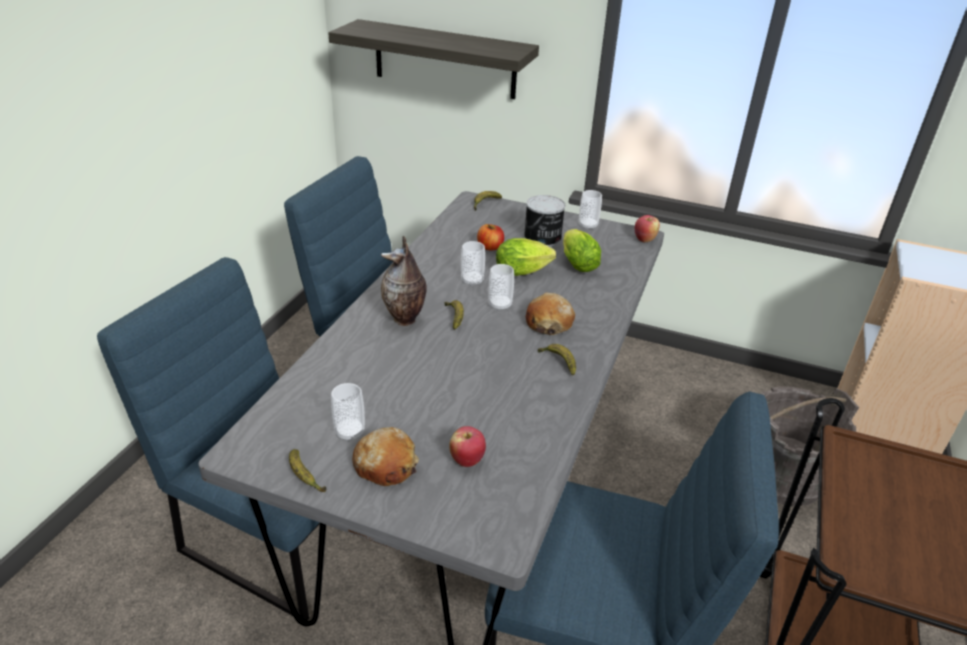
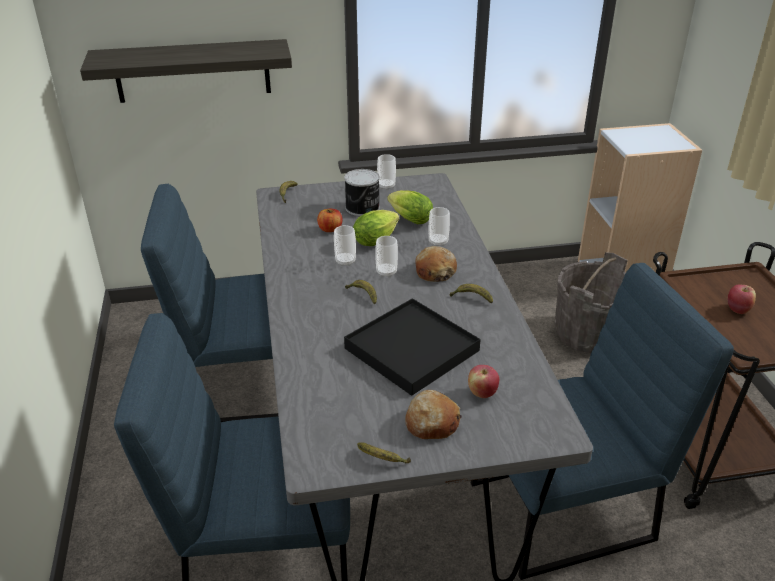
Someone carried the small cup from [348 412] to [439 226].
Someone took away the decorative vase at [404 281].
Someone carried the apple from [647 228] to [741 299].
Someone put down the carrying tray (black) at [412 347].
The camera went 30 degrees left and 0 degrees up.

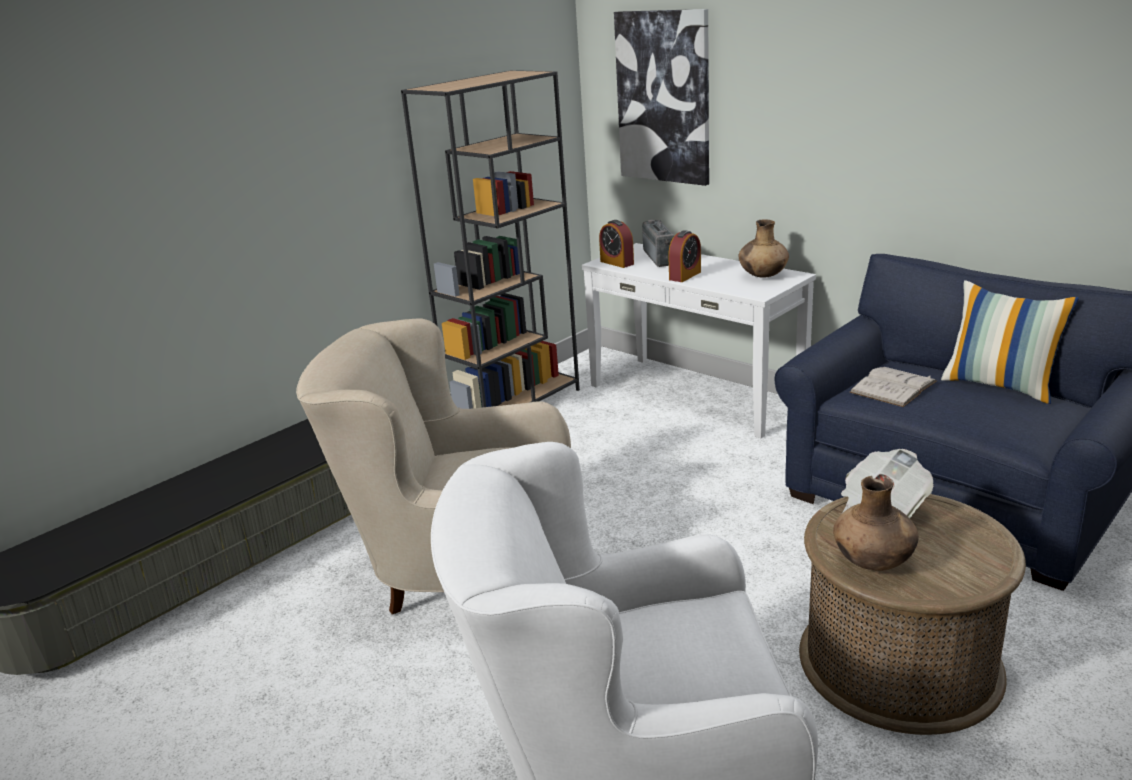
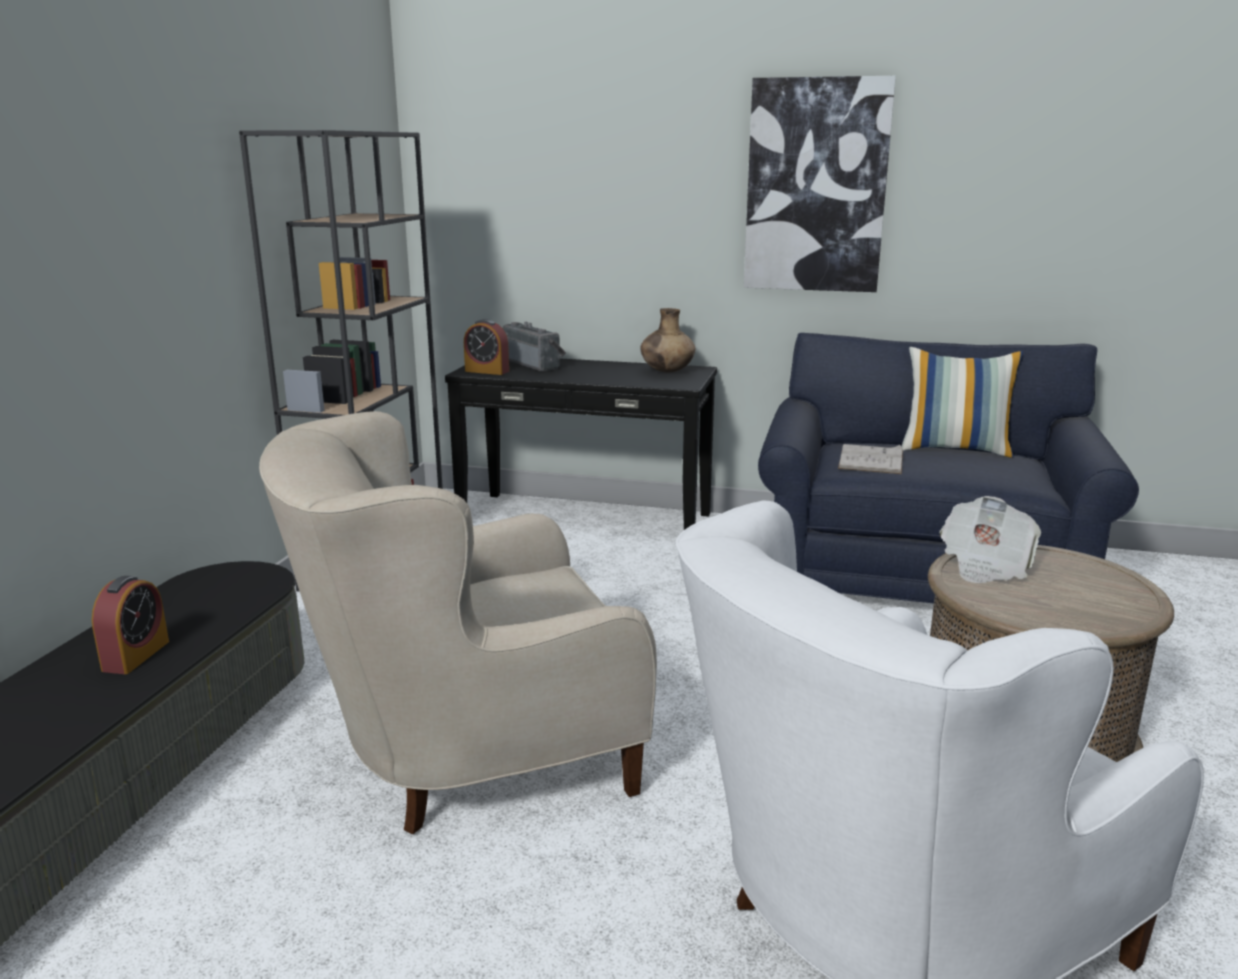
Someone repainted the console table (white-coloured) at [699 340], which became the console table (black) at [581 444].
Someone carried the wall picture from [661 97] to [820 184].
Someone carried the bedside clock from [684 256] to [130 625].
Someone took away the decorative vase (brown) at [876 523].
The camera went 30 degrees left and 5 degrees down.

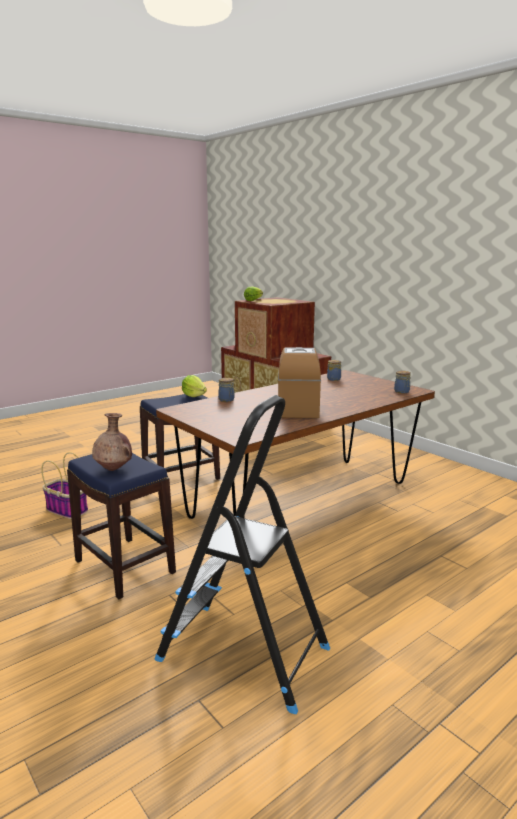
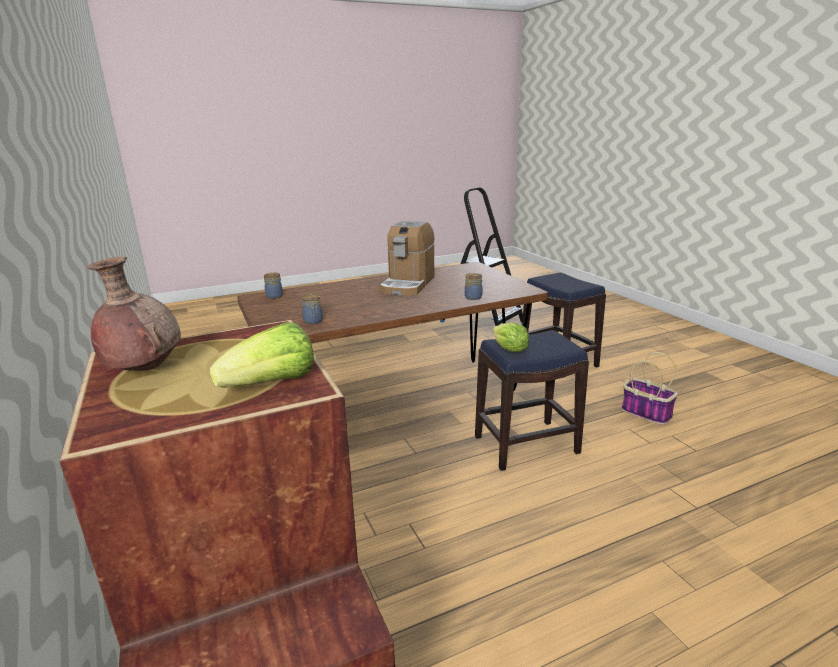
Someone carried the decorative vase (brown) from [112 442] to [134 313].
The camera went 165 degrees left and 5 degrees up.

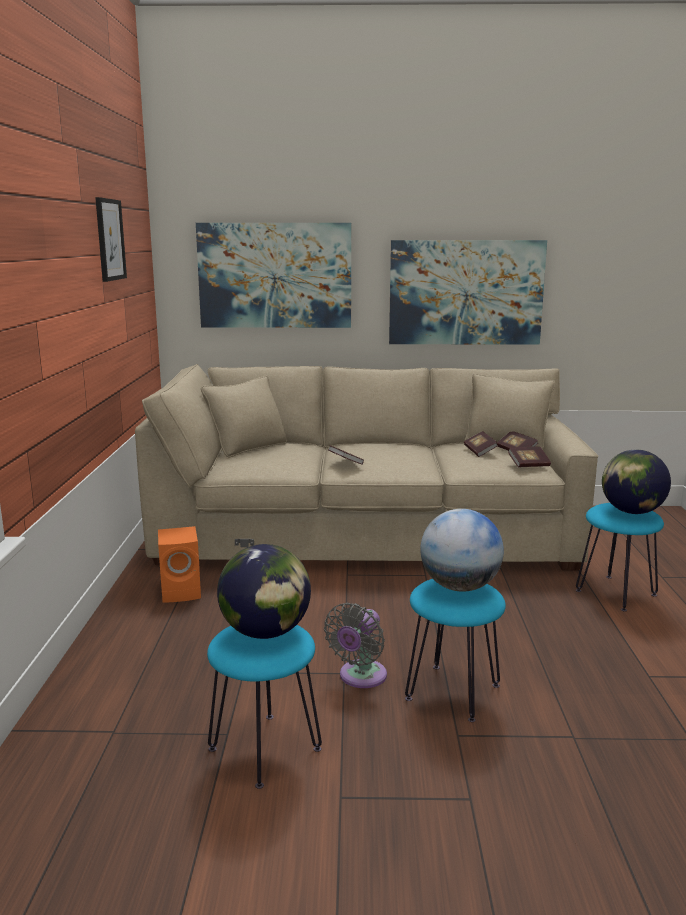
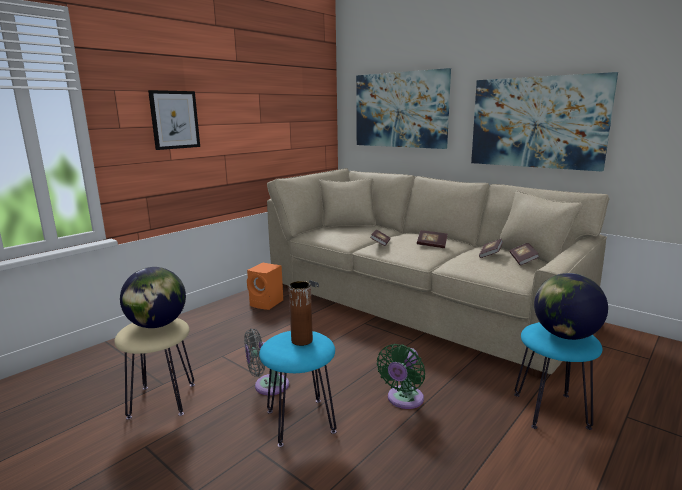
Someone carried the wall picture from [111 239] to [174 120].
Someone repainted the sitting stool (turquoise) at [264 707], which became the sitting stool (beige) at [154 369].
Someone swapped the globe at [462 550] for the decorative vase (brown) at [301 313].
Someone carried the bound book from [529 457] to [432 239].
Someone put down the fan (green-coloured) at [401 376].
The camera went 40 degrees right and 0 degrees up.

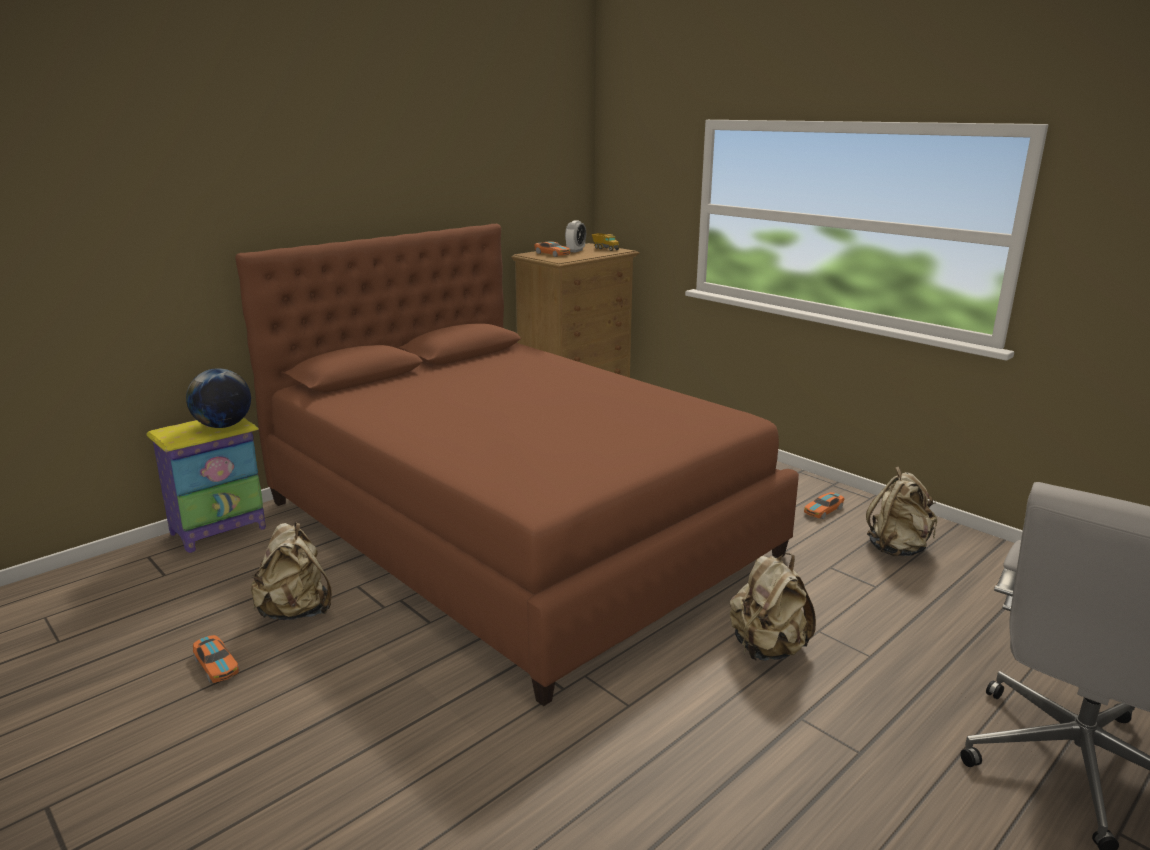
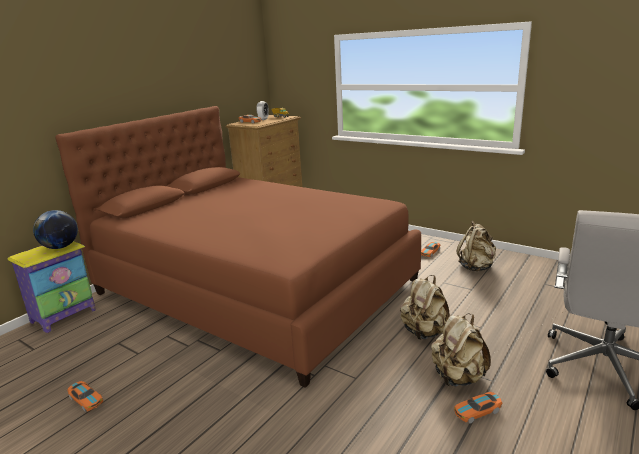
Someone carried the backpack (beige) from [291 571] to [461 350].
Someone put down the miniature car at [478 408].
The camera went 10 degrees left and 0 degrees up.

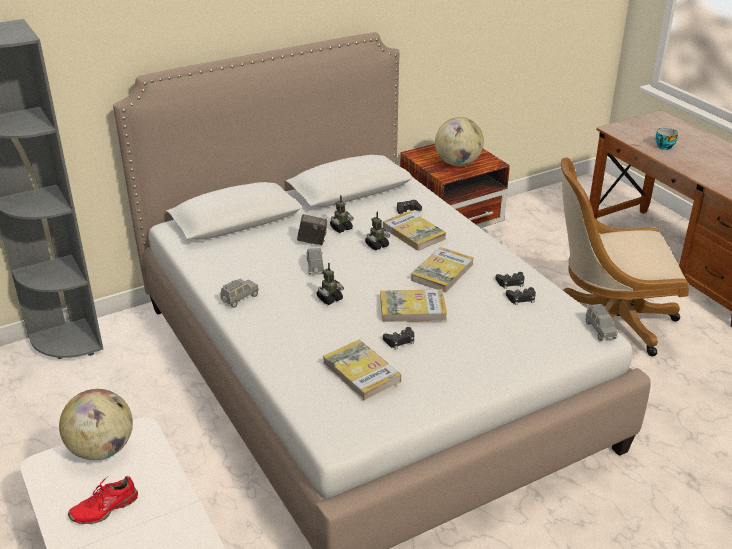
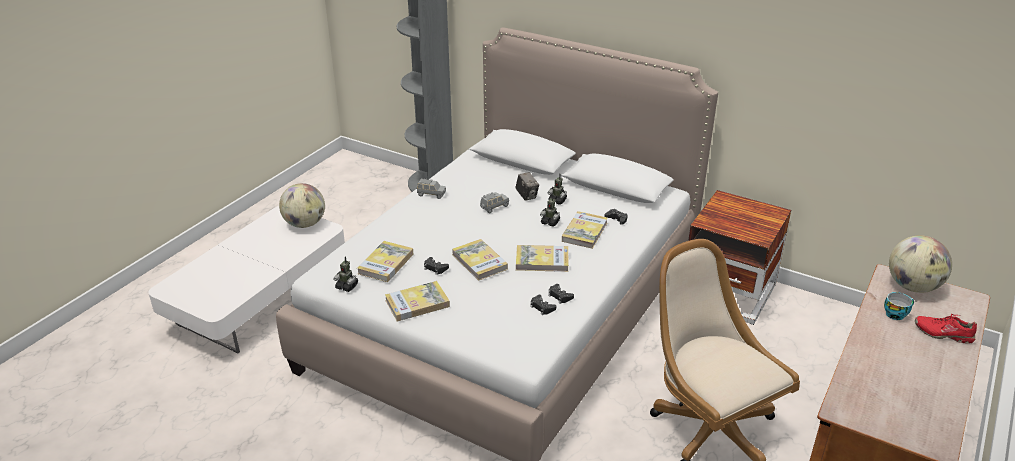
Someone carried the shoe (red-coloured) from [103 500] to [946 329].
Someone carried the model robot from [330 284] to [345 274].
Someone carried the globe from [459 141] to [920 264].
Someone took away the miniature car (gray) at [602 322].
Someone put down the bound book at [417 301].
The camera went 60 degrees right and 0 degrees up.

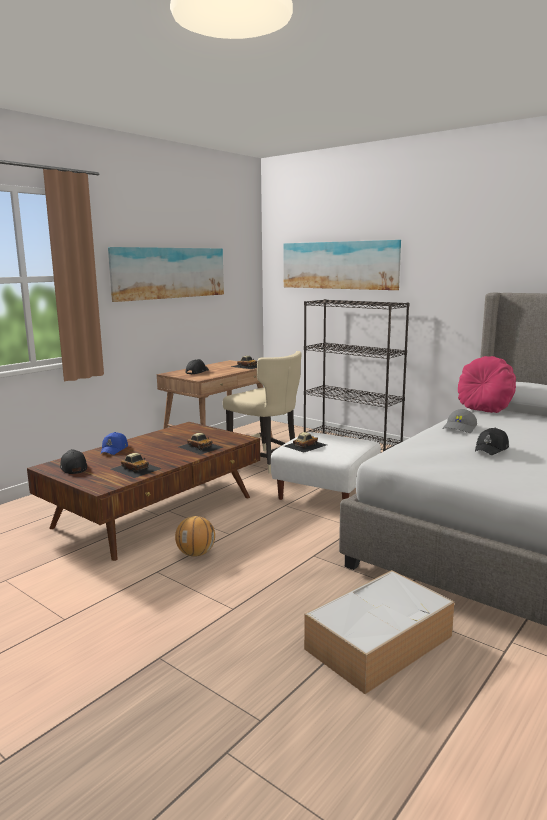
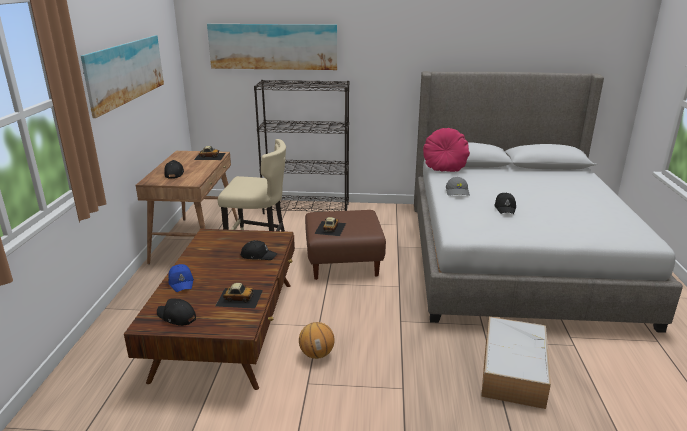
Someone swapped the miniature car at [200 444] for the baseball cap (black) at [258 250].
Someone repainted the footrest (white-coloured) at [326 466], which became the footrest (brown) at [345 245].
The camera went 35 degrees left and 10 degrees up.

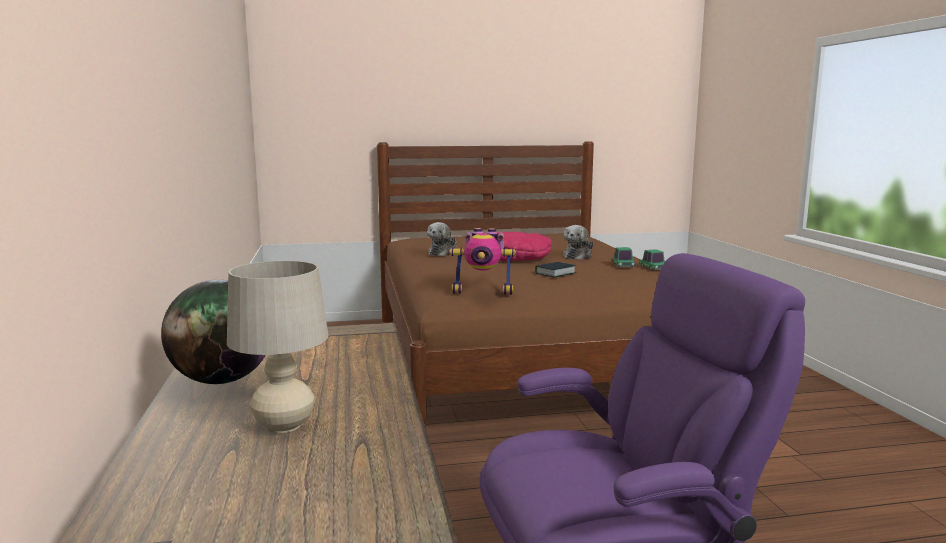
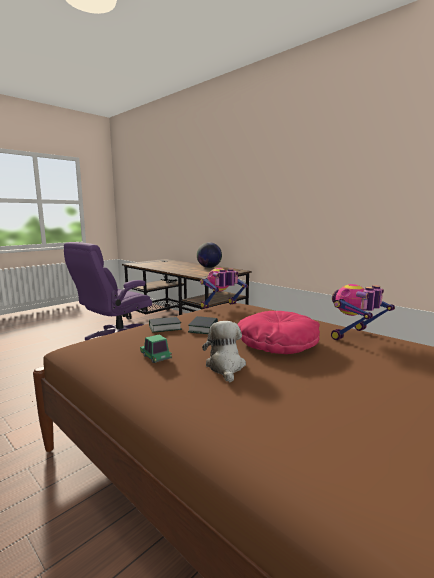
Someone took away the lamp for a table (beige) at [277 347].
Someone swapped the cuddly toy at [442 239] for the model robot at [363 312].
Someone took away the miniature car at [652 259].
Someone put down the bound book at [165 325].
The camera went 145 degrees right and 0 degrees up.

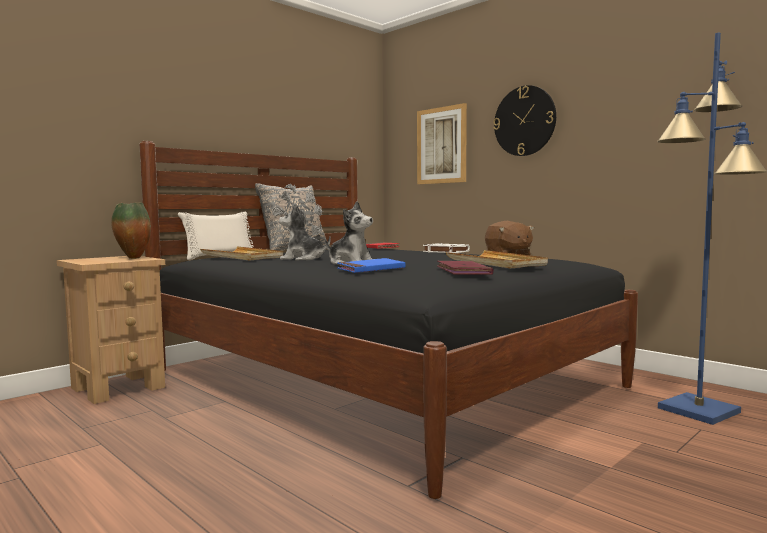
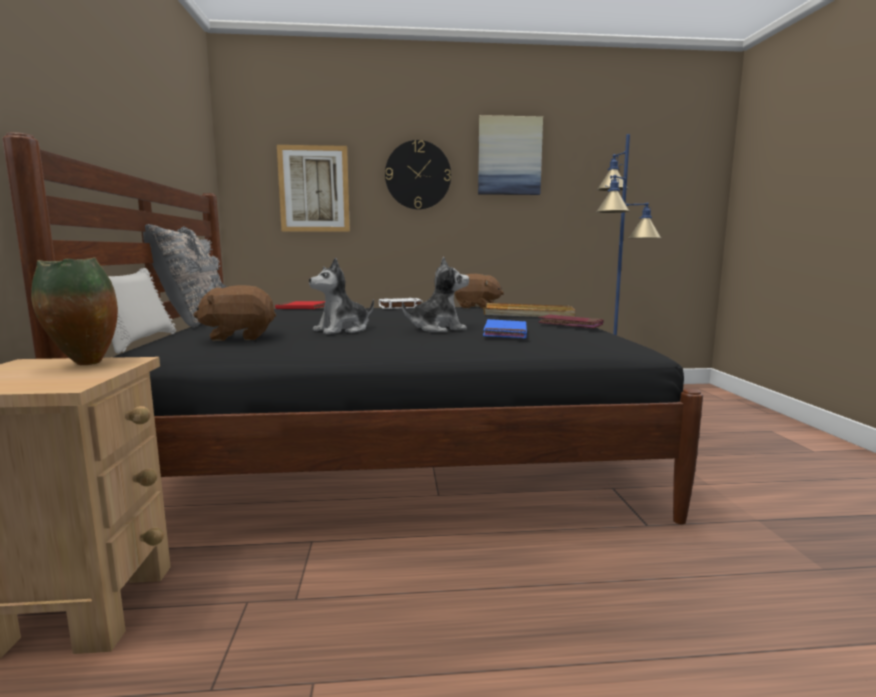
Someone swapped the carrying tray (beige) at [241 254] for the cuddly toy (brown) at [235 313].
Someone put up the wall picture at [510 155].
The camera went 50 degrees left and 5 degrees up.

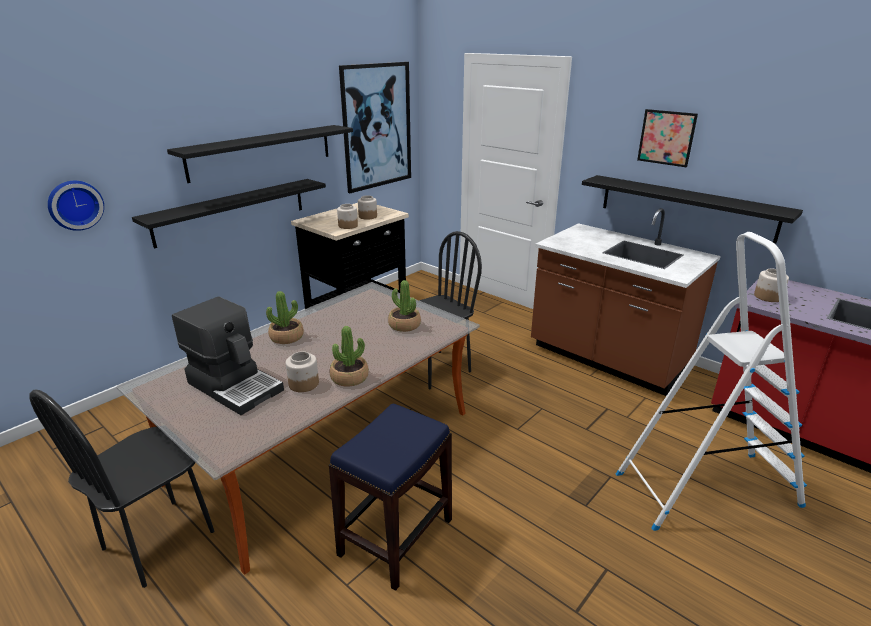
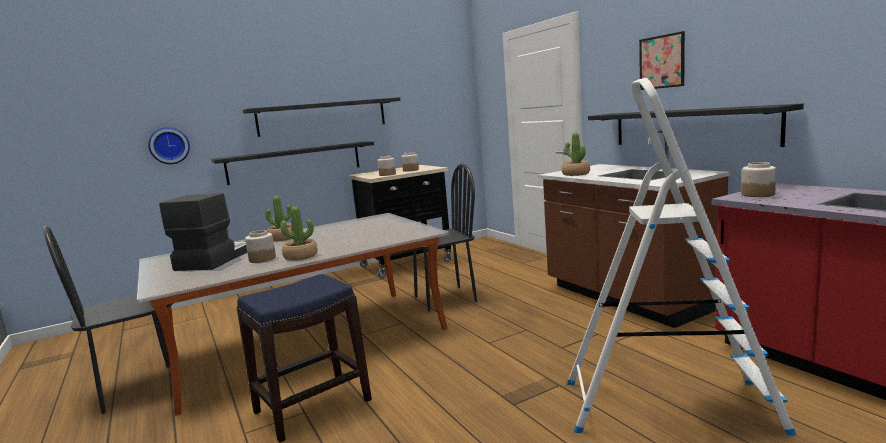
Someone rotated the coffee brewer at [228 356] by 135 degrees counterclockwise.
Someone took away the wall picture at [375 127].
Someone carried the houseplant from [404 306] to [576 154].
The camera went 20 degrees right and 15 degrees down.

